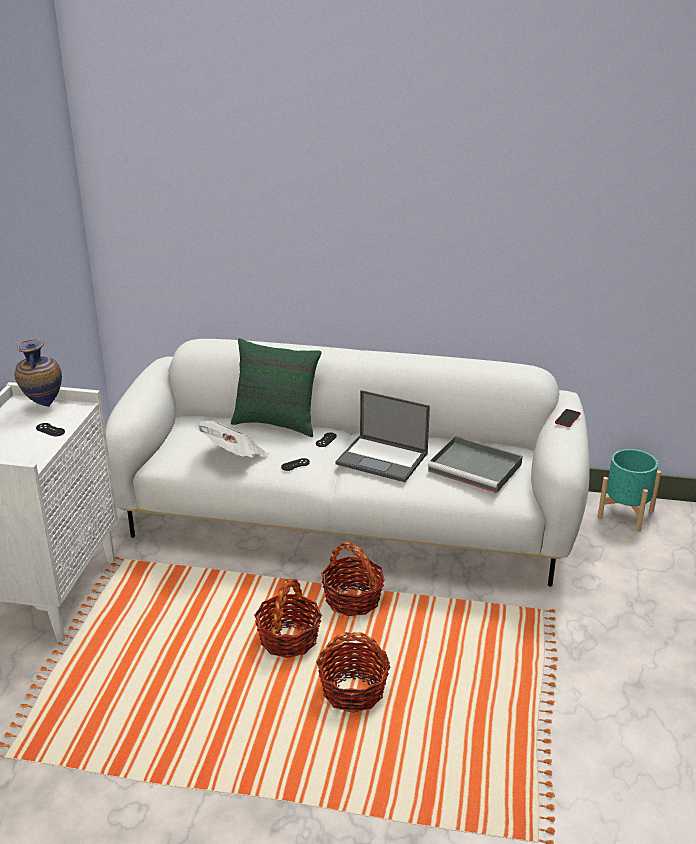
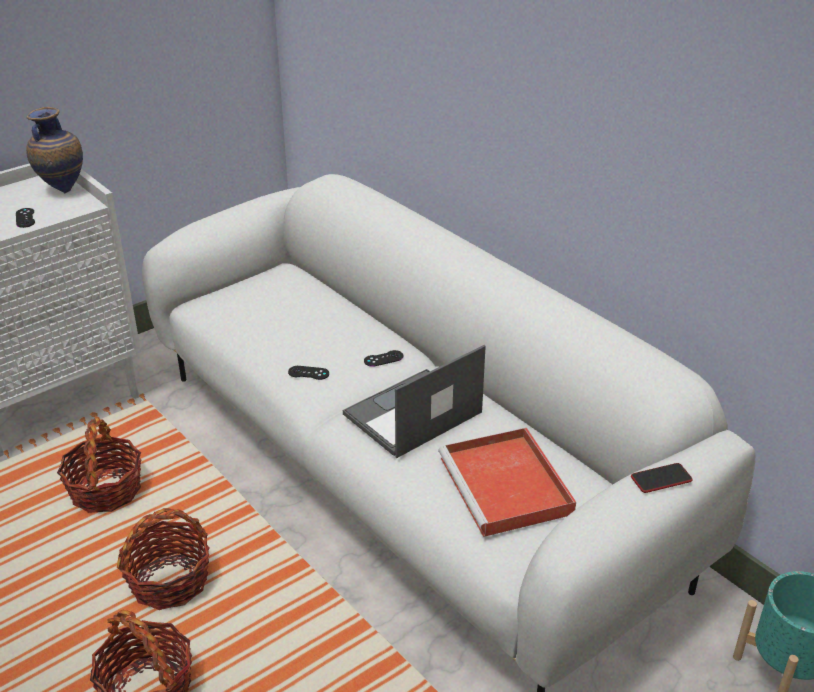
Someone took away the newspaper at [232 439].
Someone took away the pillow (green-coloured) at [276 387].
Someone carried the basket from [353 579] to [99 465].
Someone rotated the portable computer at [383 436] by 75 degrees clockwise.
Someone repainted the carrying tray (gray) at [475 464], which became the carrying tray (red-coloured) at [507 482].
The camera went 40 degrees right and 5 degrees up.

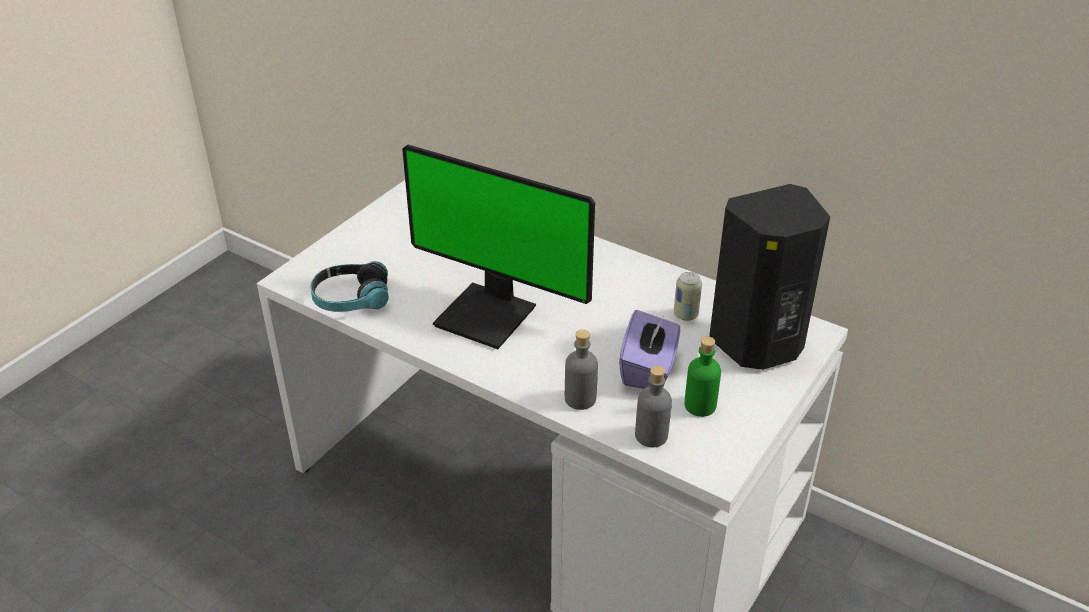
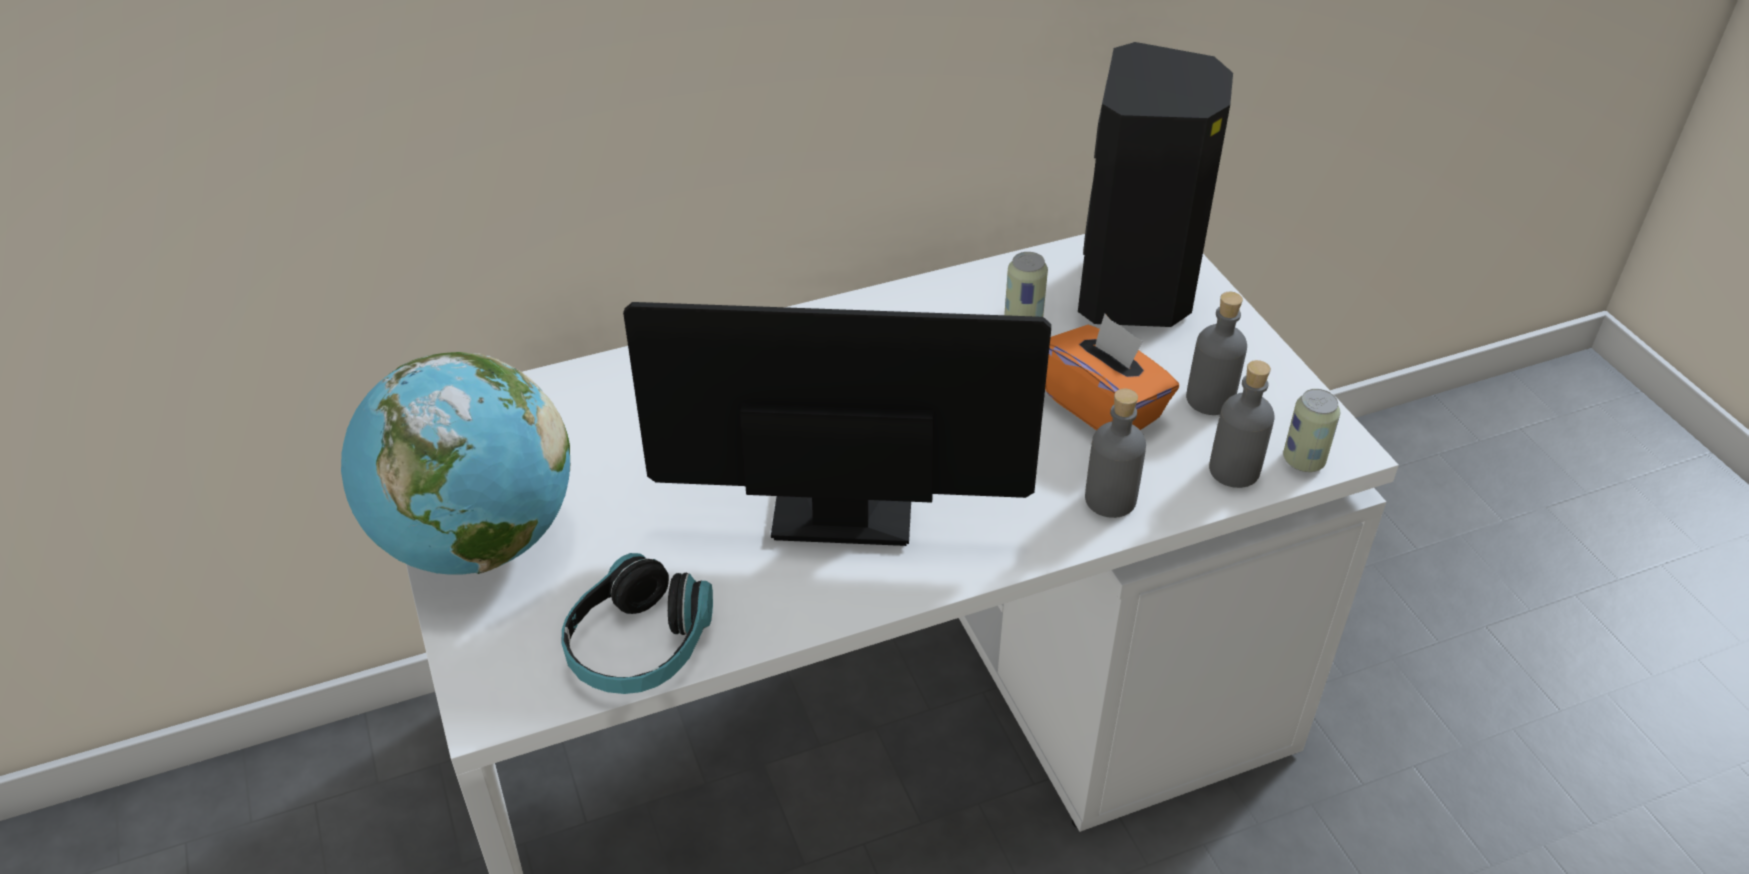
Someone rotated the computer screen at [498 247] by 150 degrees counterclockwise.
Someone repainted the box of tissues (purple-coloured) at [649 349], which became the box of tissues (orangey) at [1112 372].
Someone repainted the drink bottle (green-coloured) at [702 376], which became the drink bottle (gray) at [1216 353].
Someone put down the globe at [455 463].
Someone put down the metal can at [1311 430].
The camera went 55 degrees left and 5 degrees up.

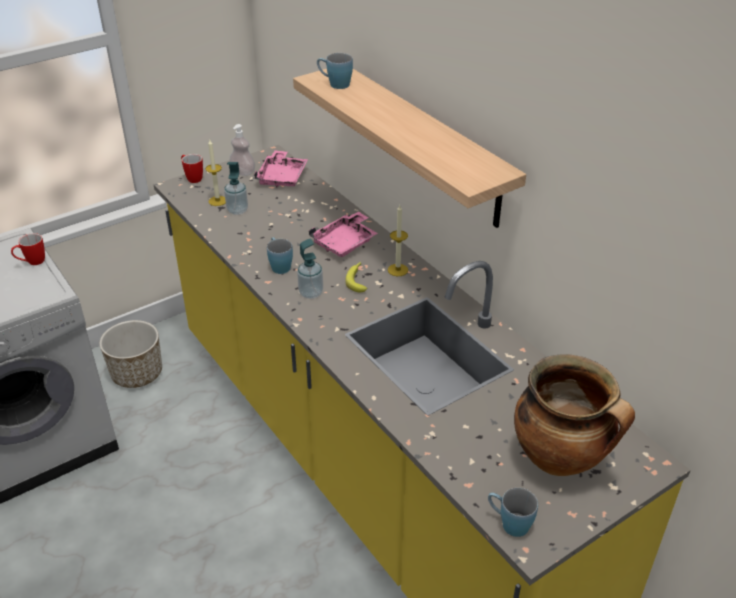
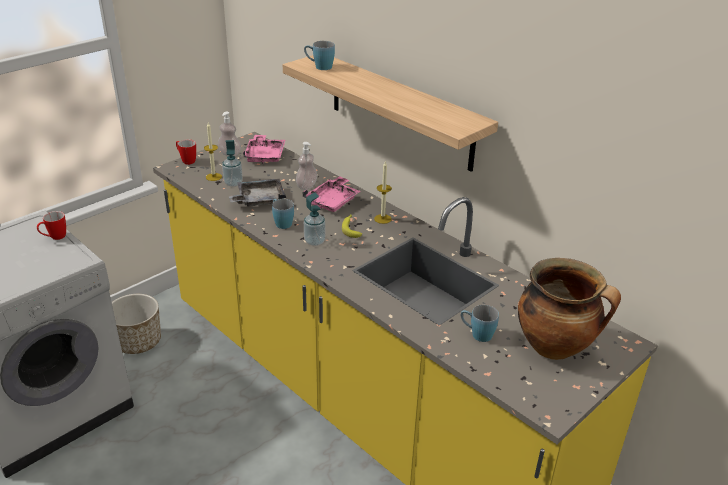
Someone carried the mug (bluish) from [513 512] to [480 323].
Someone put down the carrying tray (gray) at [257 193].
Someone put down the liquid soap bottle at [306 166].
The camera went 10 degrees left and 5 degrees down.

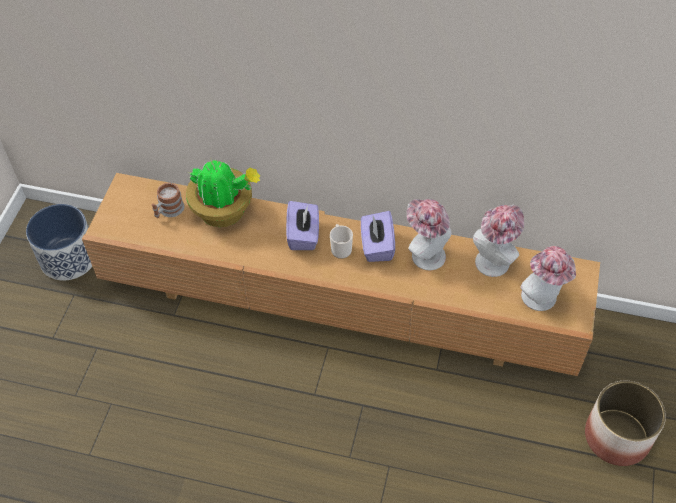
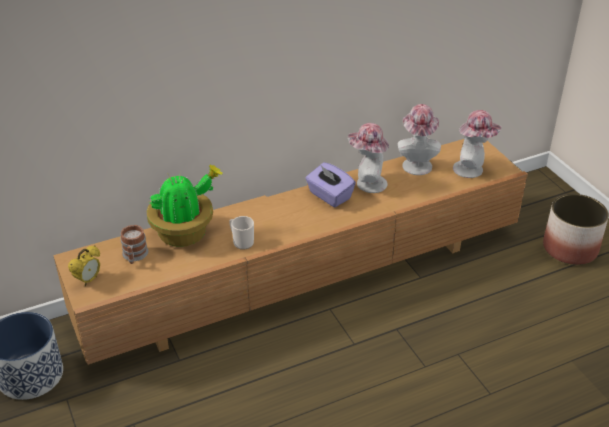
Someone took away the box of tissues (purple-coloured) at [302 225].
Someone carried the mug from [341 241] to [241 233].
Someone put down the bedside clock at [84 265].
The camera went 40 degrees left and 15 degrees down.

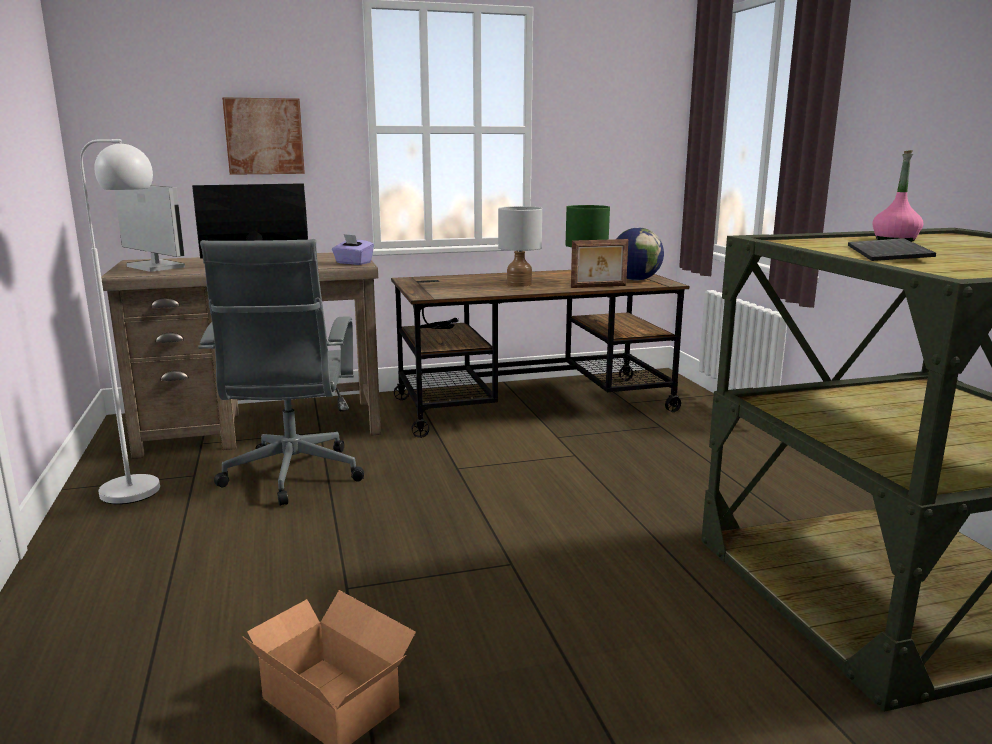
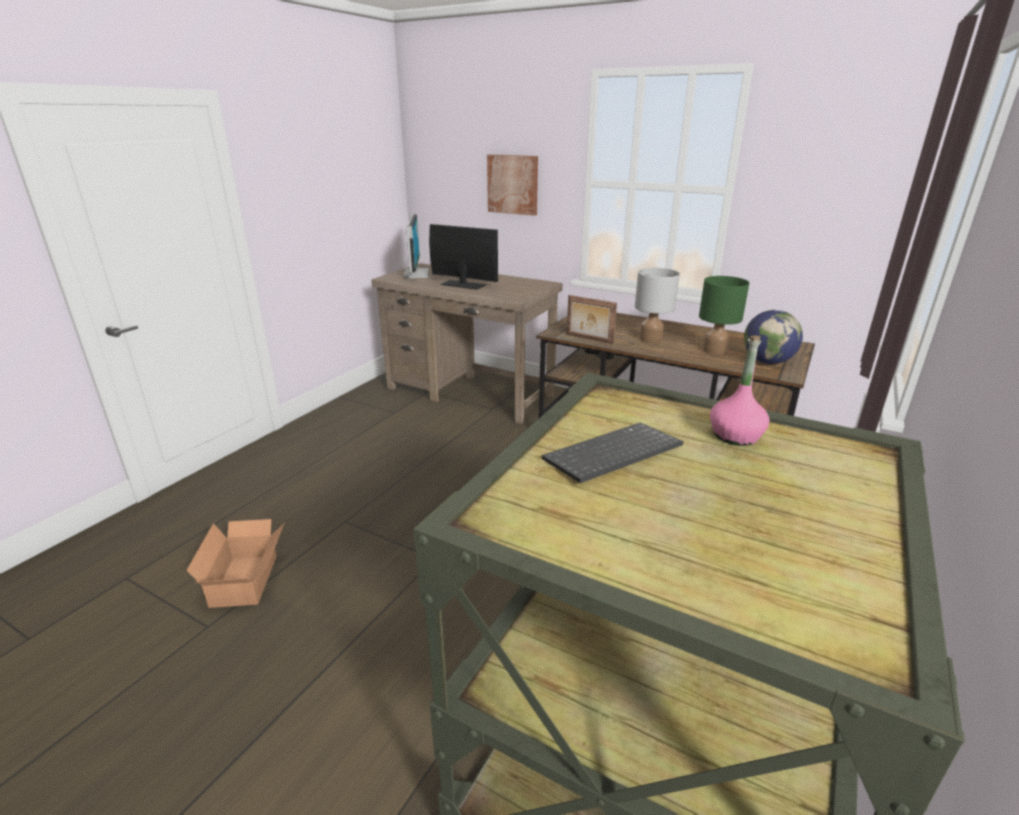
Someone took away the standing lamp (white-coloured) at [120 321].
Someone took away the office chair (gray) at [281 372].
Someone took away the box of tissues (purple-coloured) at [353 249].
Someone carried the photo frame from [599 263] to [592 319].
The camera went 45 degrees right and 10 degrees up.

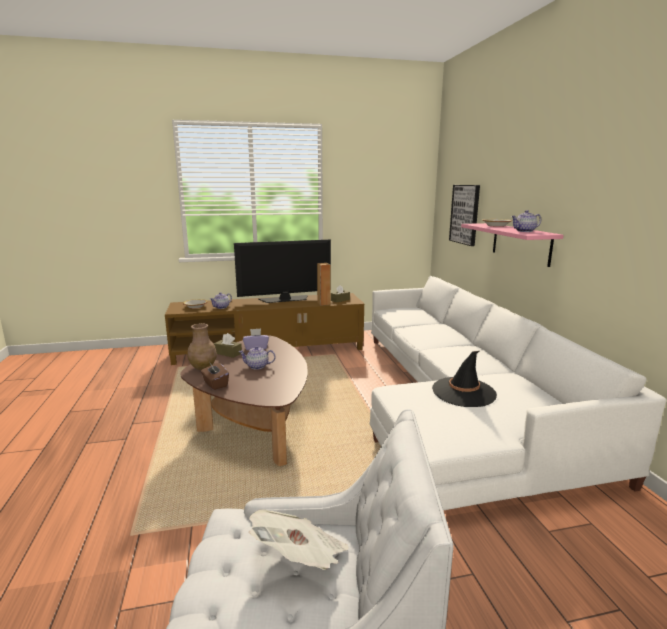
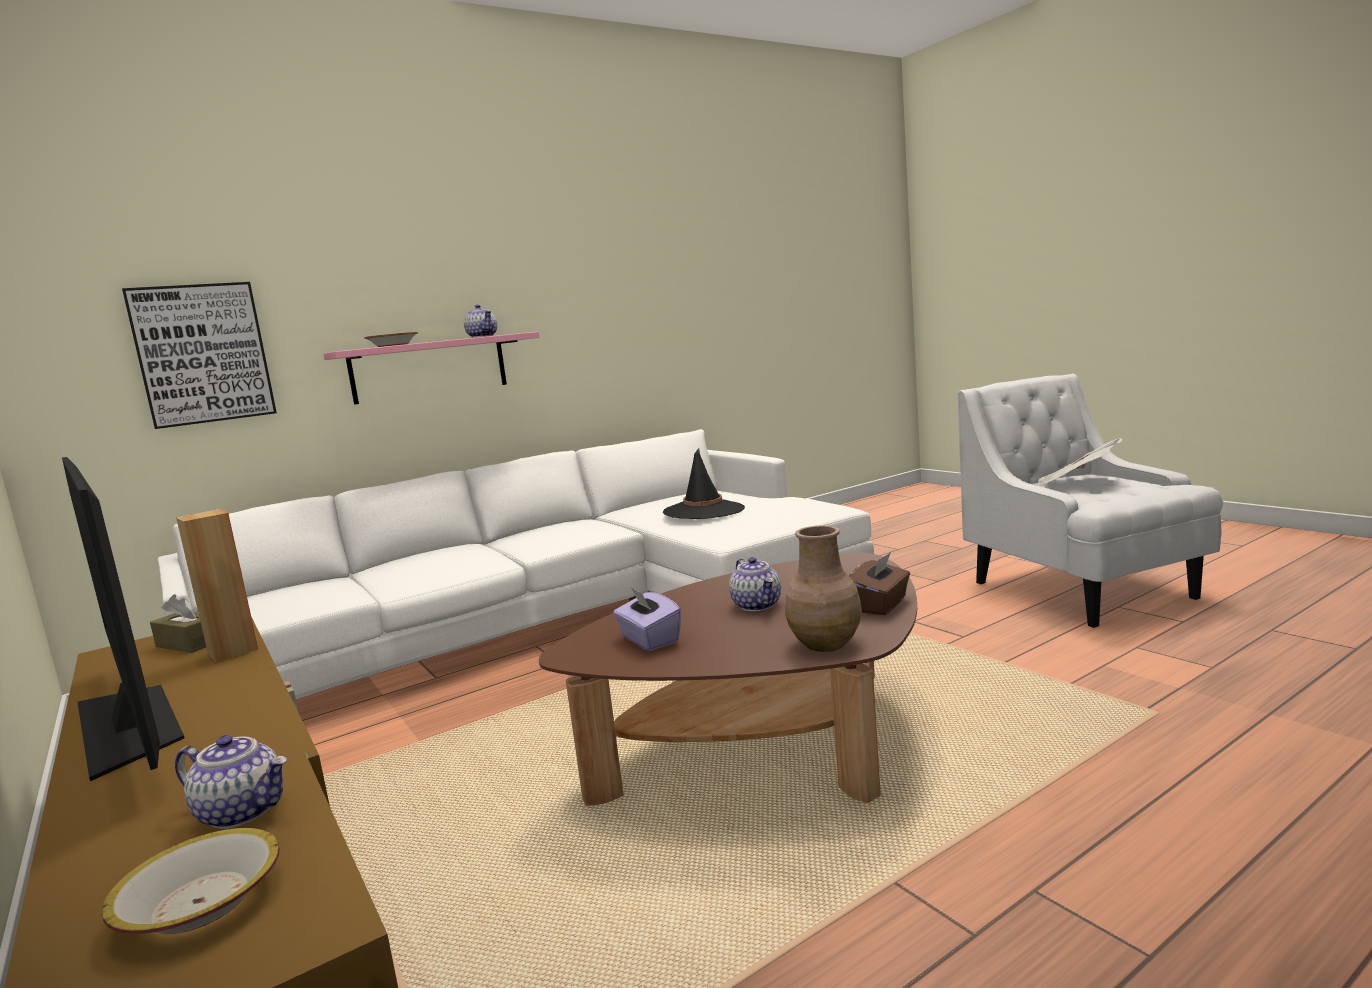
Someone took away the box of tissues (brown) at [228 345].
The camera went 110 degrees left and 5 degrees down.

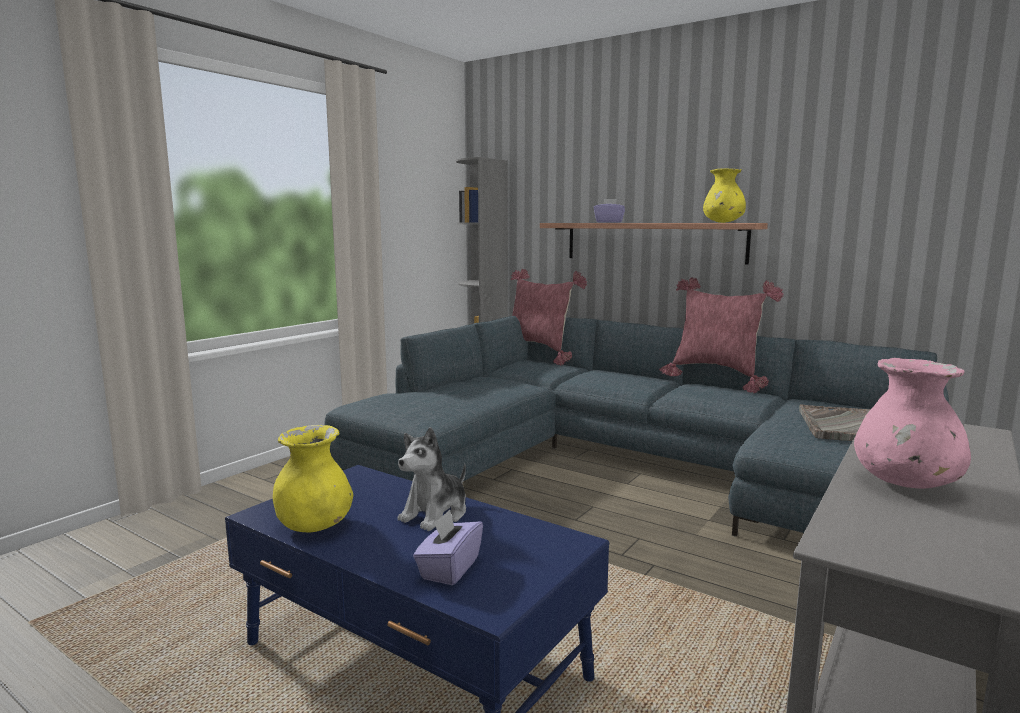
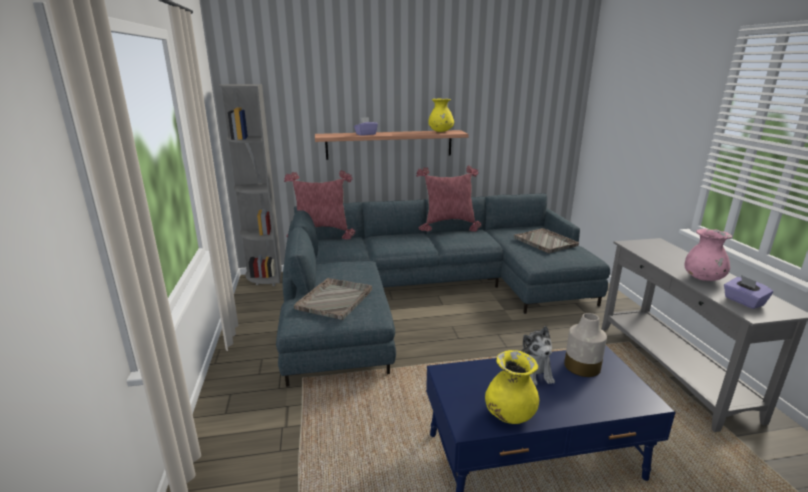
Someone carried the box of tissues (purple-coloured) from [448 547] to [748 292].
Someone put down the carrying tray (gray) at [333 299].
Someone put down the decorative vase (beige) at [585 345].
The camera went 45 degrees left and 10 degrees up.

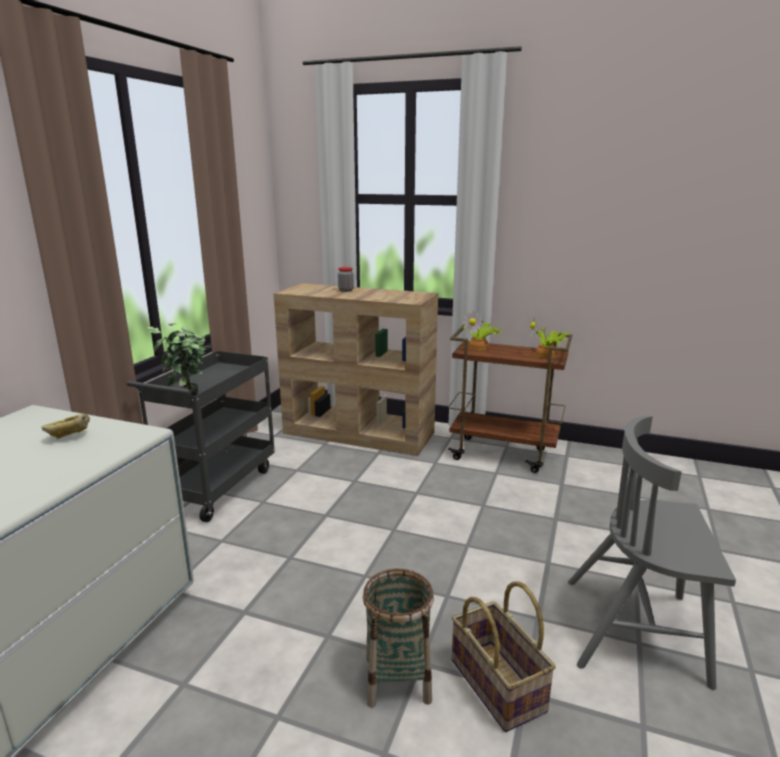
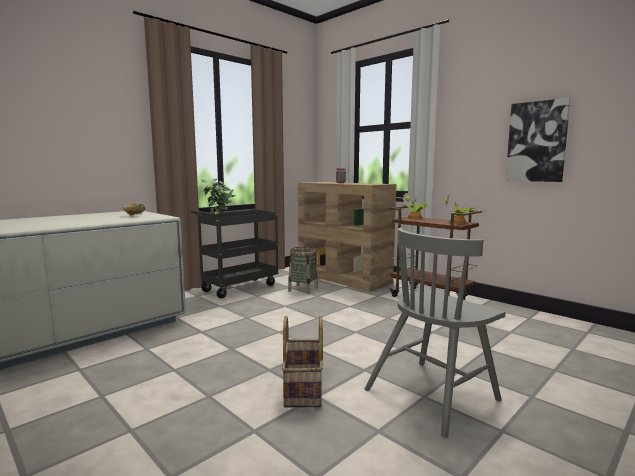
Someone carried the basket from [398 638] to [303 270].
Someone rotated the plain chair (gray) at [652 552] by 75 degrees counterclockwise.
Someone put up the wall picture at [538 140].
The camera went 25 degrees right and 10 degrees down.

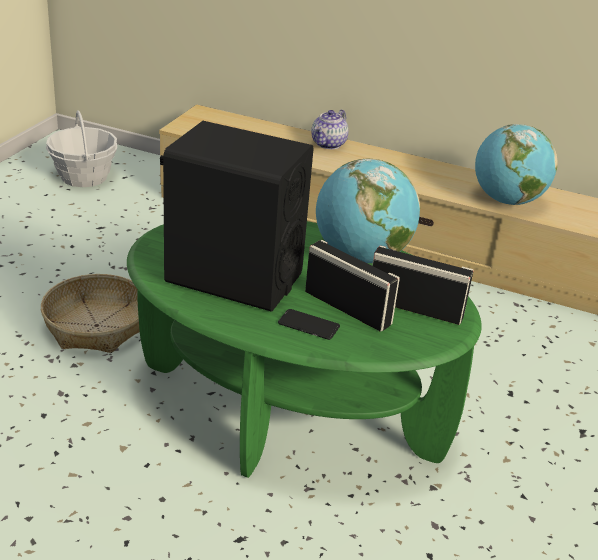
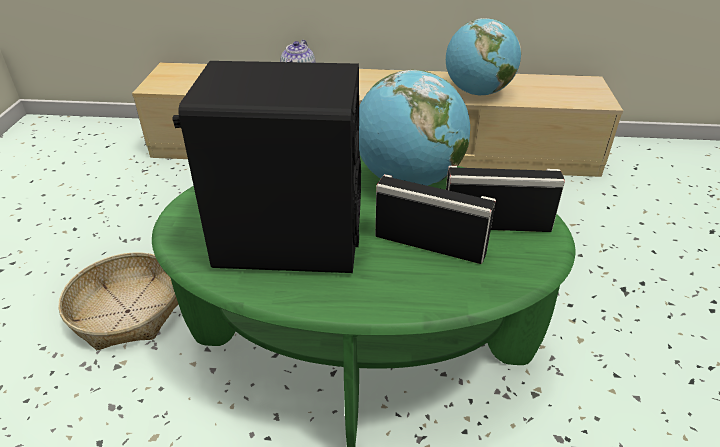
Someone took away the basket at [81 148].
Someone took away the handset at [309 324].
The camera went 15 degrees left and 5 degrees up.

